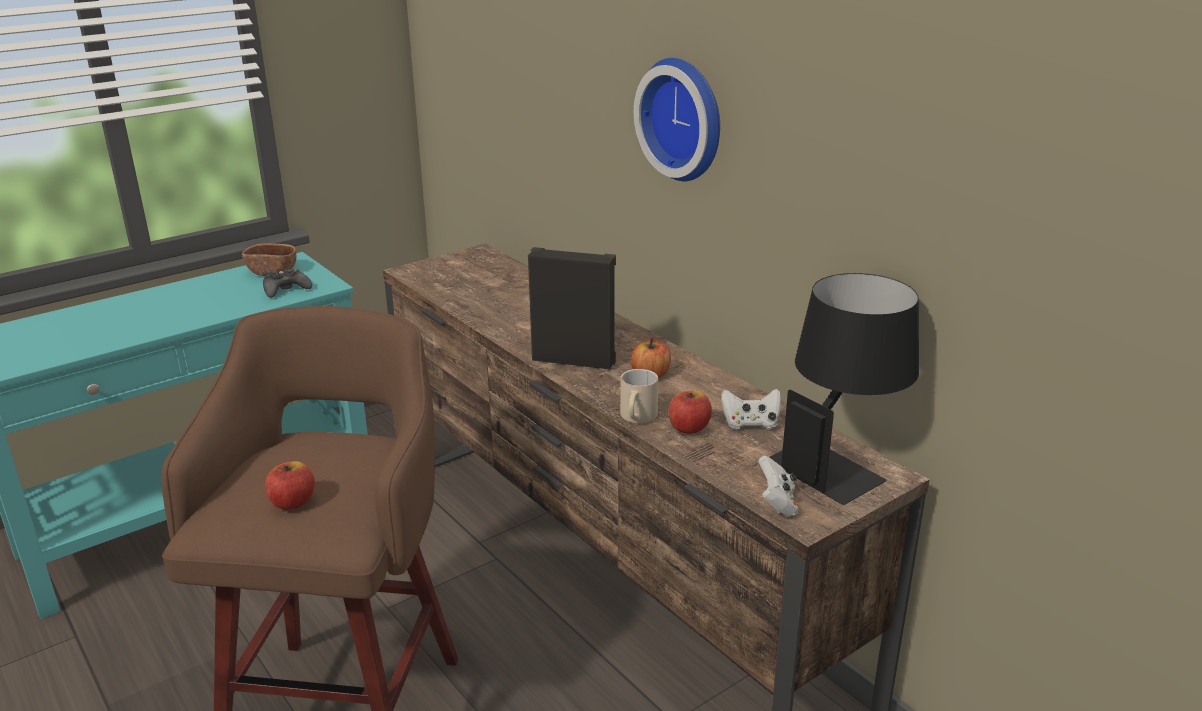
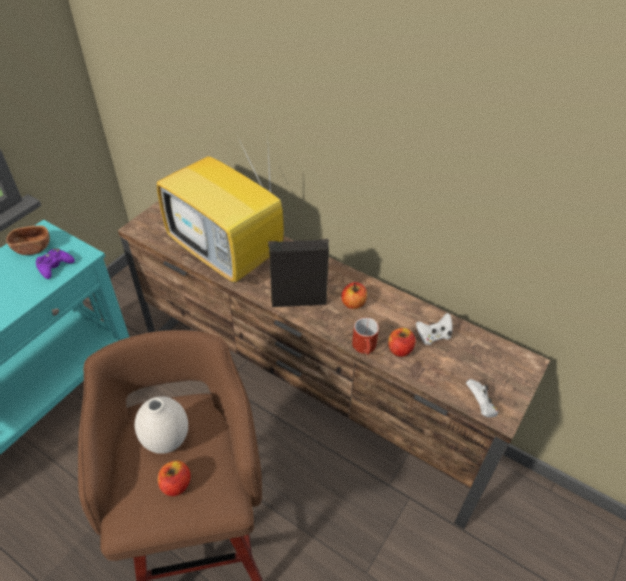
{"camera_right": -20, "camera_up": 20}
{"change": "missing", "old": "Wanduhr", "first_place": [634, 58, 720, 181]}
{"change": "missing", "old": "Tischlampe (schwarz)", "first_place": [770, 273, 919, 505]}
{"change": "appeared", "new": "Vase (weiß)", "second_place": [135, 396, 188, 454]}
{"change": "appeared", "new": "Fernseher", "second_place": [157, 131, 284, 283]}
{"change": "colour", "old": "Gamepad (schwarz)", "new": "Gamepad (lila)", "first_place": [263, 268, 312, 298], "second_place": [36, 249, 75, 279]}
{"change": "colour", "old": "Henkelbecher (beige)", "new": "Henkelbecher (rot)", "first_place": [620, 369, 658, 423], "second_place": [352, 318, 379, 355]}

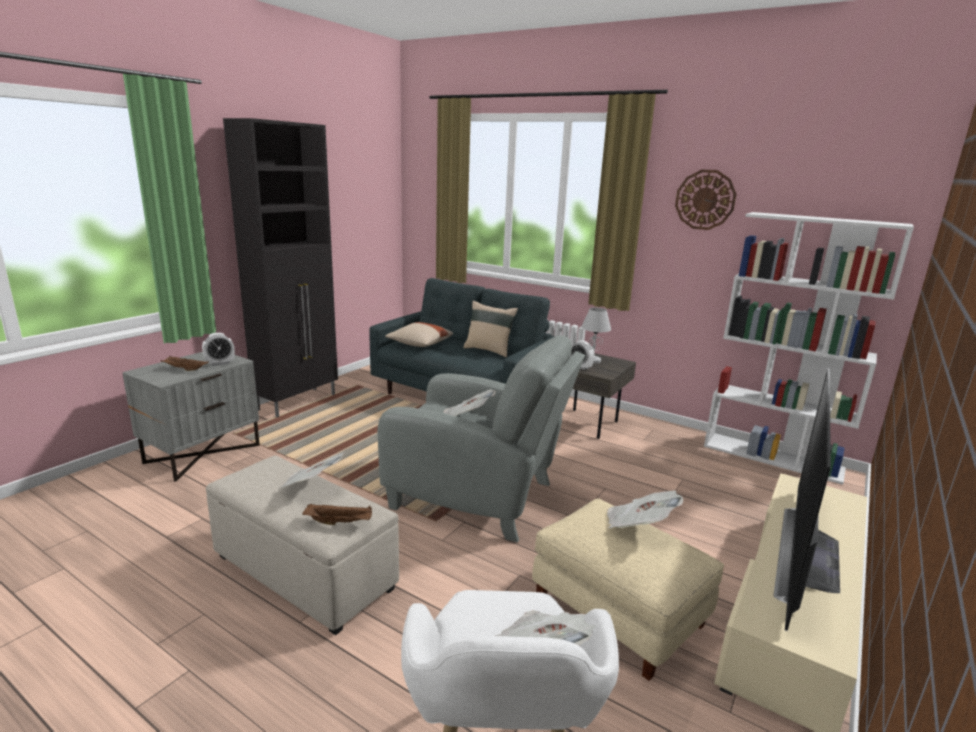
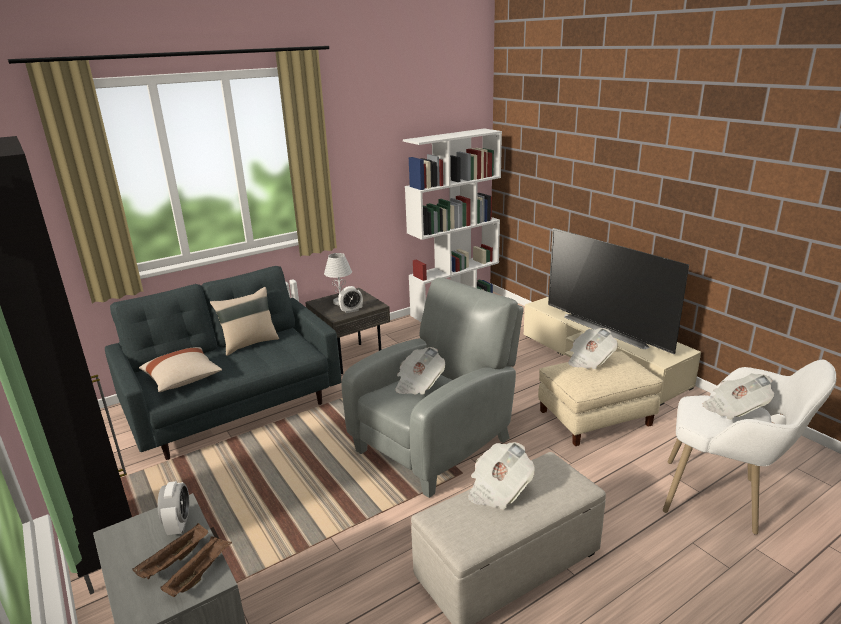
{"camera_right": -65, "camera_up": 5}
{"change": "missing", "old": "Wanduhr", "first_place": [675, 170, 737, 230]}
{"change": "relocated", "old": "Tablett (braun)", "first_place": [302, 503, 372, 525], "second_place": [161, 536, 232, 597]}

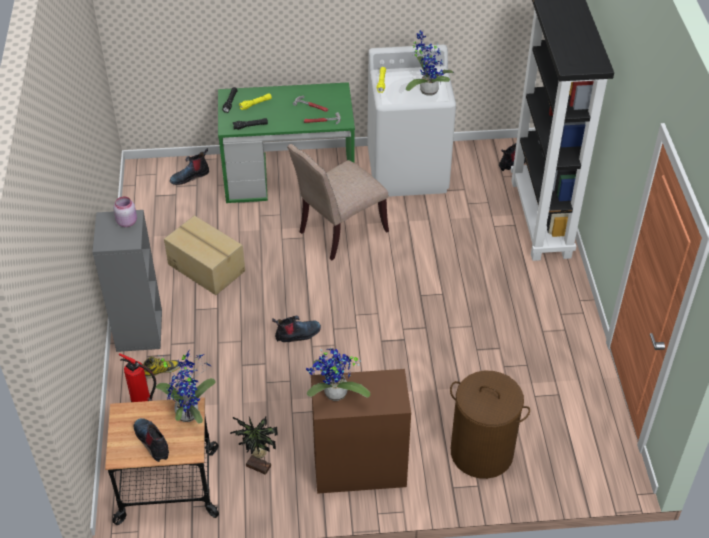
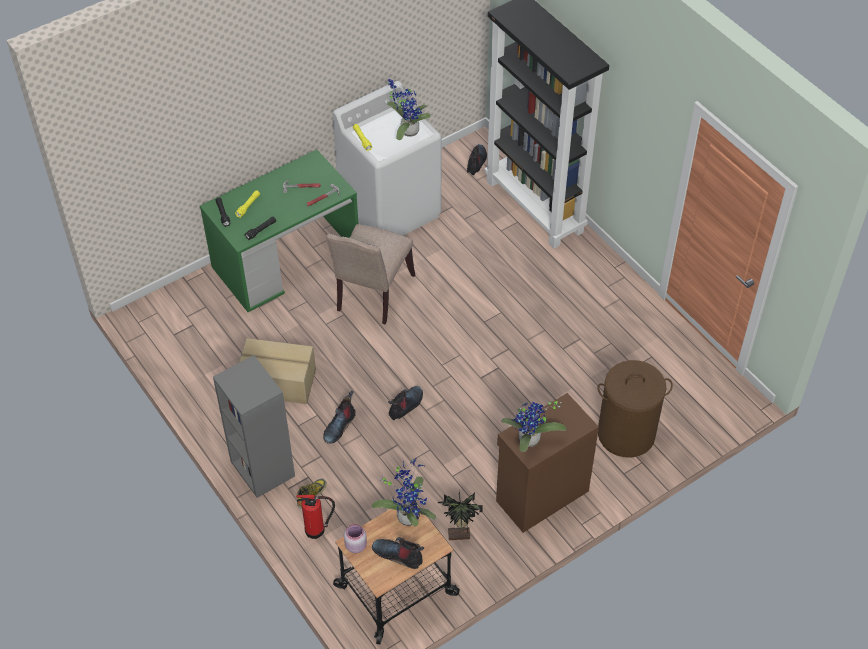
{"camera_right": -30, "camera_up": 5}
{"change": "relocated", "old": "Vorratsglas (rosa)", "first_place": [113, 196, 137, 227], "second_place": [344, 524, 367, 553]}
{"change": "relocated", "old": "Stiefel", "first_place": [170, 148, 209, 185], "second_place": [323, 390, 356, 444]}

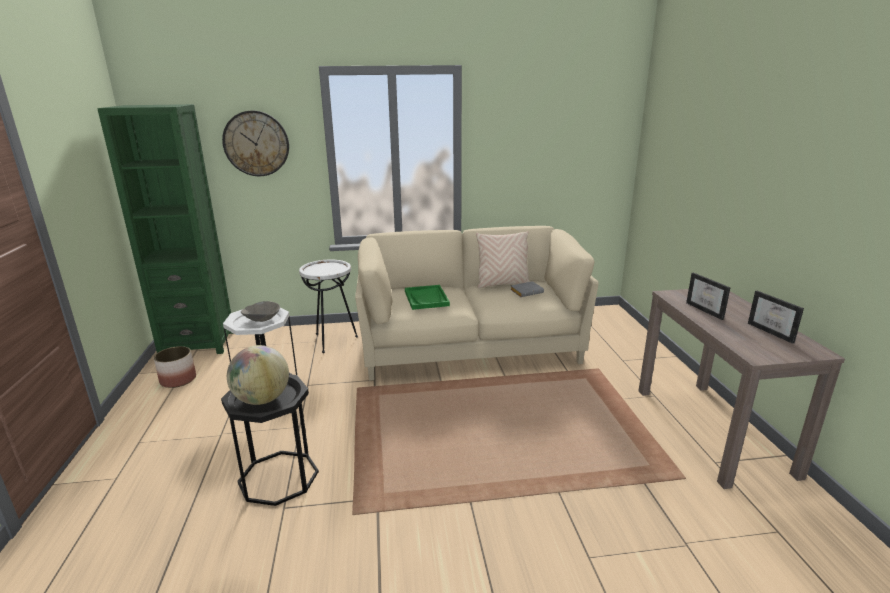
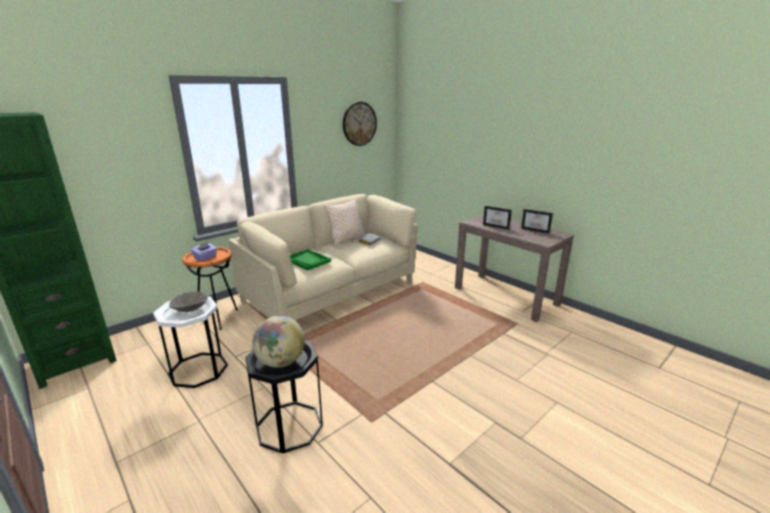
{"camera_right": -35, "camera_up": 0}
{"change": "missing", "old": "Pflanzkübel", "first_place": [154, 346, 196, 388]}
{"change": "appeared", "new": "Taschentuchbox (lila)", "second_place": [191, 242, 217, 261]}
{"change": "relocated", "old": "Wanduhr", "first_place": [222, 110, 289, 176], "second_place": [343, 102, 377, 146]}
{"change": "colour", "old": "Beistelltisch (weiß)", "new": "Beistelltisch (orange)", "first_place": [299, 260, 358, 353], "second_place": [182, 247, 238, 330]}

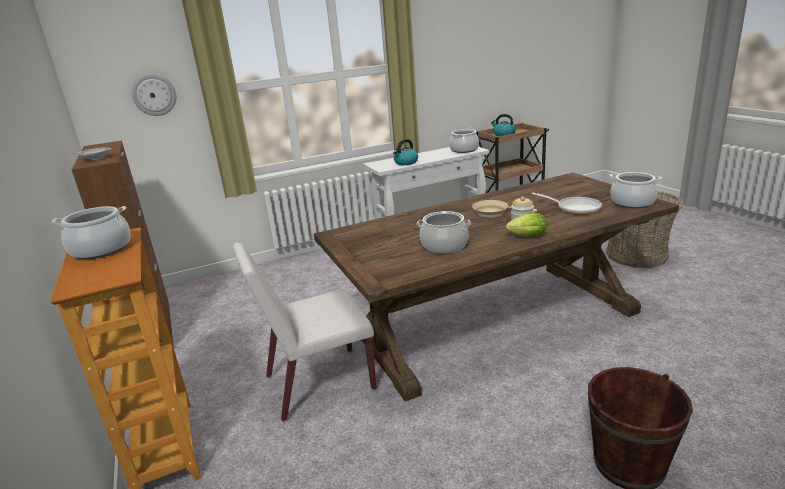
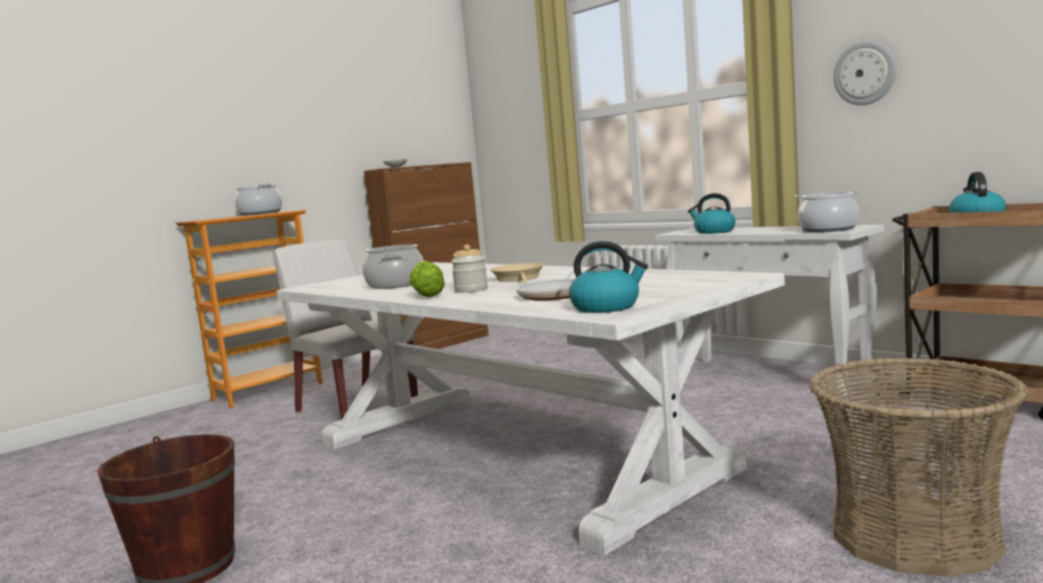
{"camera_right": 70, "camera_up": -15}
{"change": "relocated", "old": "Wanduhr", "first_place": [132, 74, 177, 116], "second_place": [833, 41, 896, 105]}
{"change": "exchanged", "old": "Kochtopf", "new": "Wasserkessel", "first_place": [610, 172, 662, 208], "second_place": [569, 241, 648, 313]}
{"change": "colour", "old": "Esstisch (braun)", "new": "Esstisch (weiß)", "first_place": [314, 173, 679, 402], "second_place": [277, 262, 785, 555]}

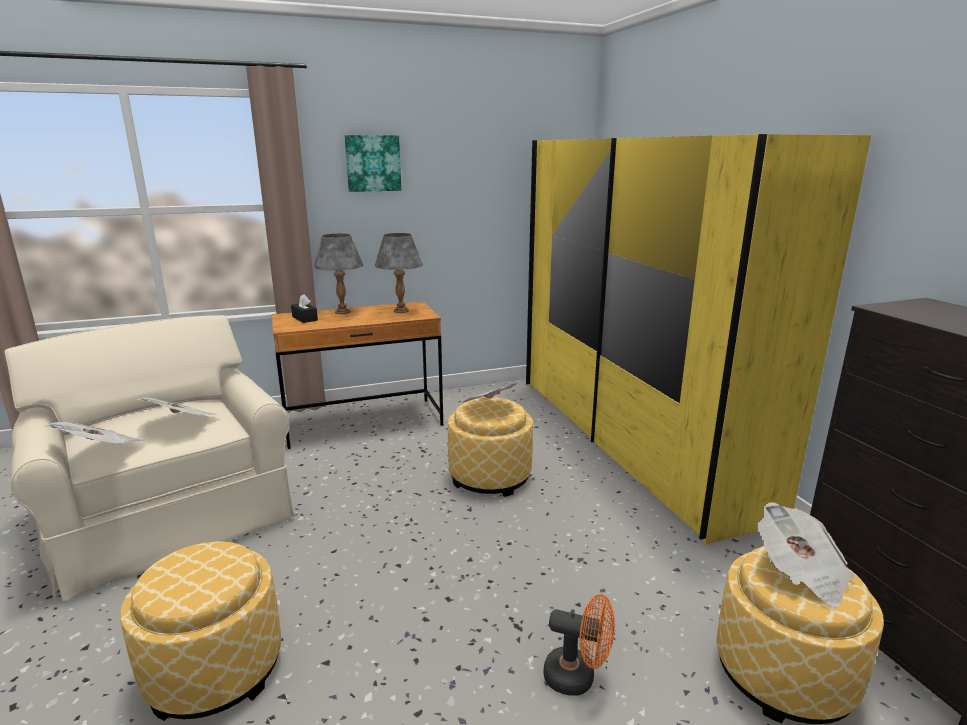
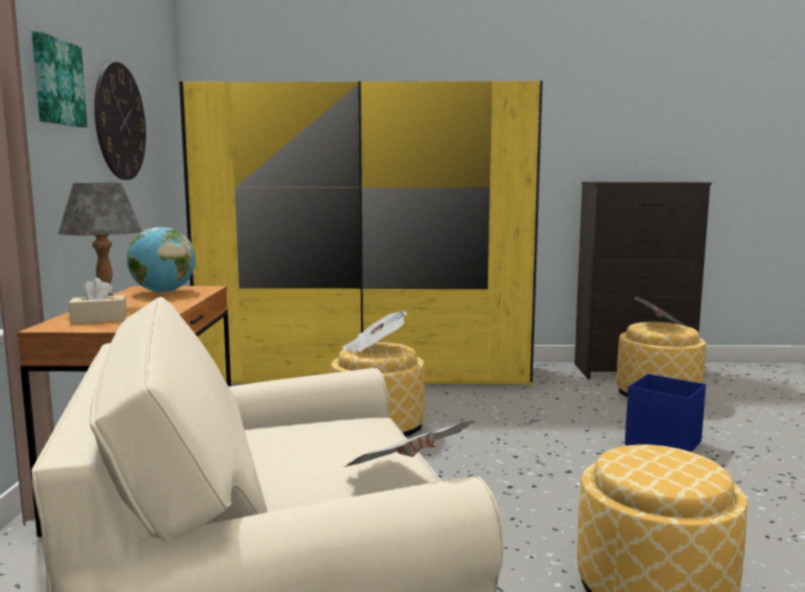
{"camera_right": -70, "camera_up": -10}
{"change": "missing", "old": "Zeitung", "first_place": [136, 397, 217, 416]}
{"change": "appeared", "new": "Wanduhr", "second_place": [94, 62, 146, 180]}
{"change": "exchanged", "old": "Tischlampe (grau)", "new": "Globus", "first_place": [375, 233, 423, 313], "second_place": [127, 227, 195, 293]}
{"change": "exchanged", "old": "Ventilator (orange)", "new": "Aufbewahrungsbox (blau)", "first_place": [543, 594, 615, 695], "second_place": [625, 374, 706, 452]}
{"change": "colour", "old": "Taschentuchbox (schwarz)", "new": "Taschentuchbox (beige)", "first_place": [291, 294, 318, 323], "second_place": [69, 278, 127, 324]}

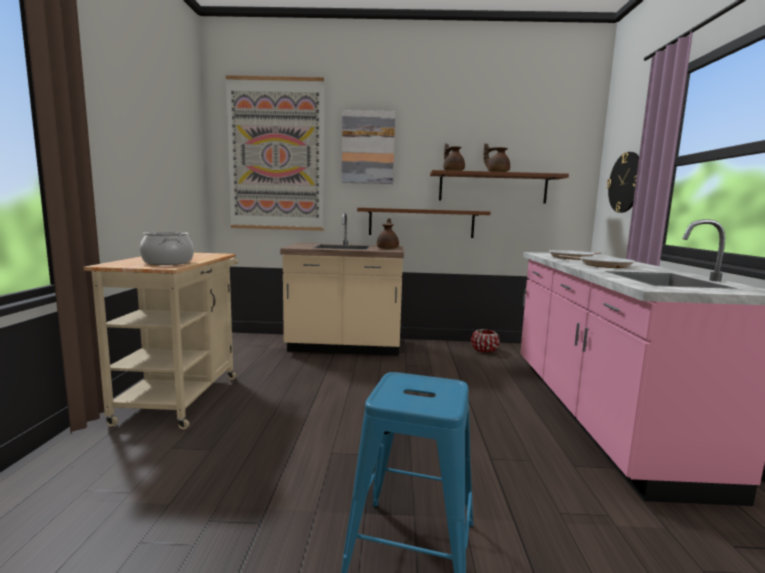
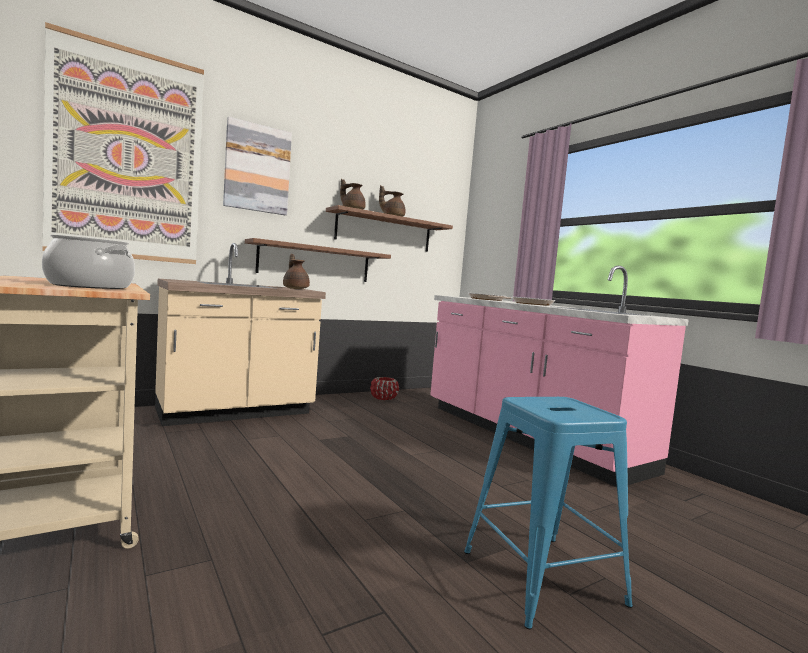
{"camera_right": -35, "camera_up": -5}
{"change": "missing", "old": "Wanduhr", "first_place": [607, 152, 639, 213]}

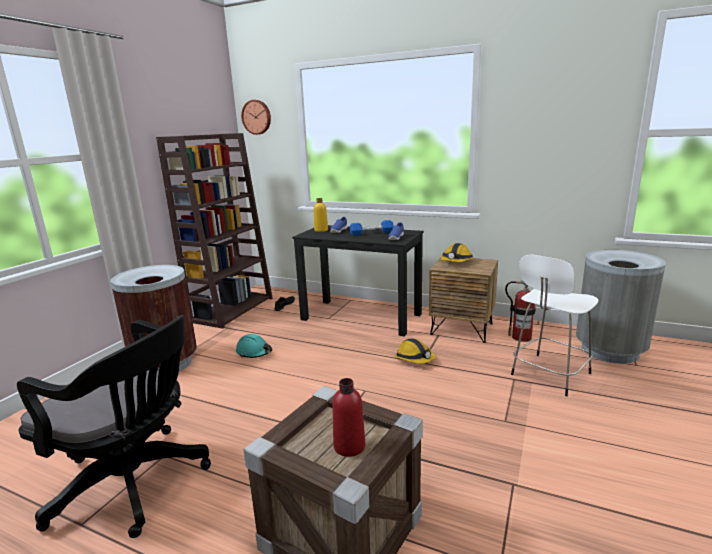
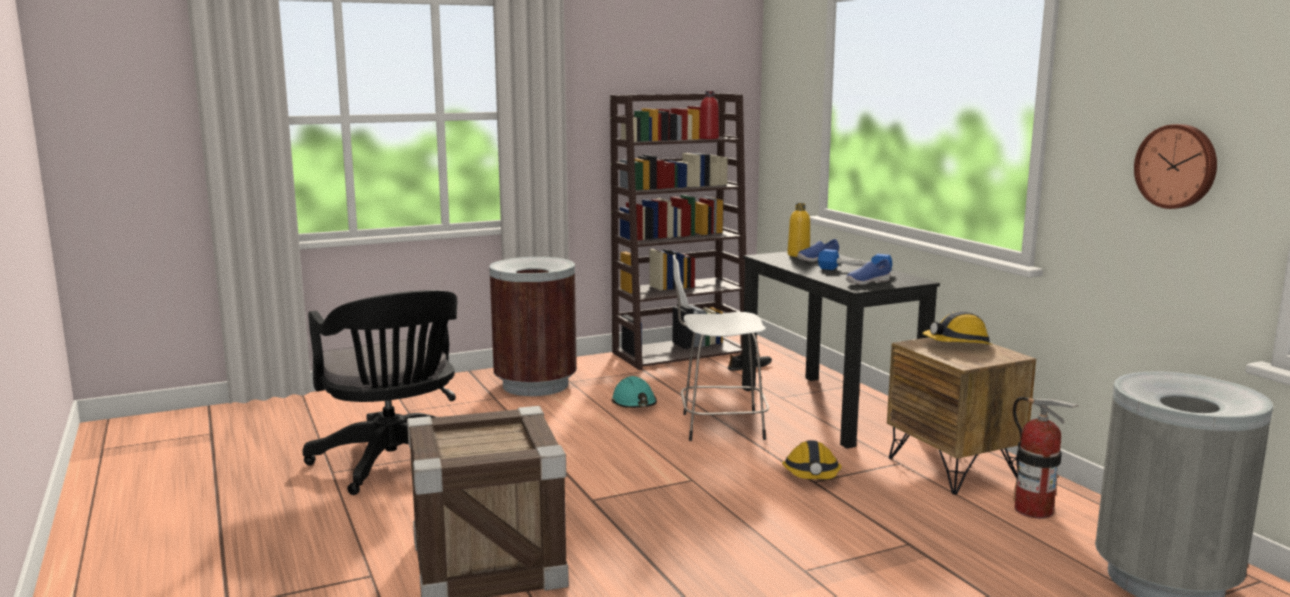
{"camera_right": 40, "camera_up": -5}
{"change": "relocated", "old": "Wanduhr", "first_place": [241, 100, 271, 135], "second_place": [1134, 124, 1217, 209]}
{"change": "relocated", "old": "Flasche (rot)", "first_place": [332, 378, 365, 457], "second_place": [700, 91, 719, 139]}
{"change": "relocated", "old": "Hocker (weiß)", "first_place": [511, 255, 599, 396], "second_place": [673, 254, 769, 441]}

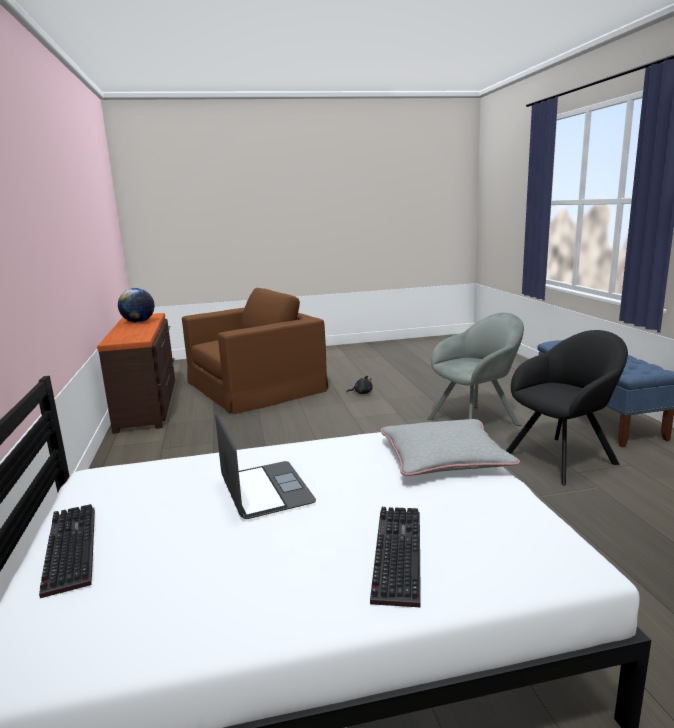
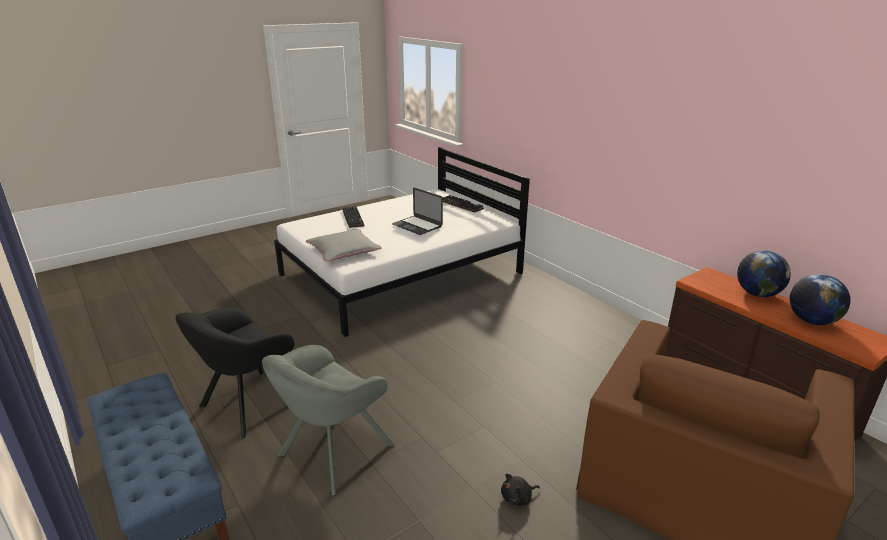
{"camera_right": 155, "camera_up": 10}
{"change": "appeared", "new": "Globus", "second_place": [737, 250, 791, 297]}

